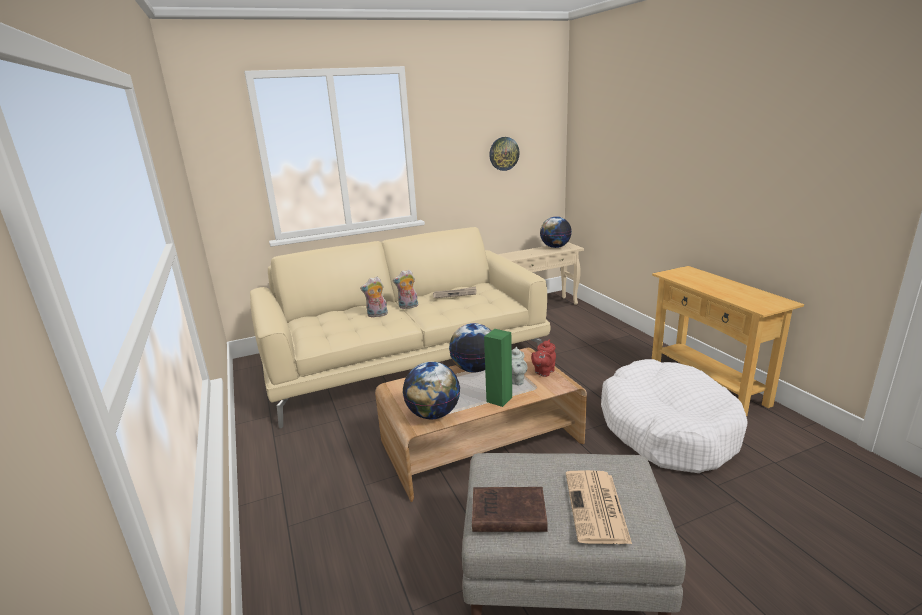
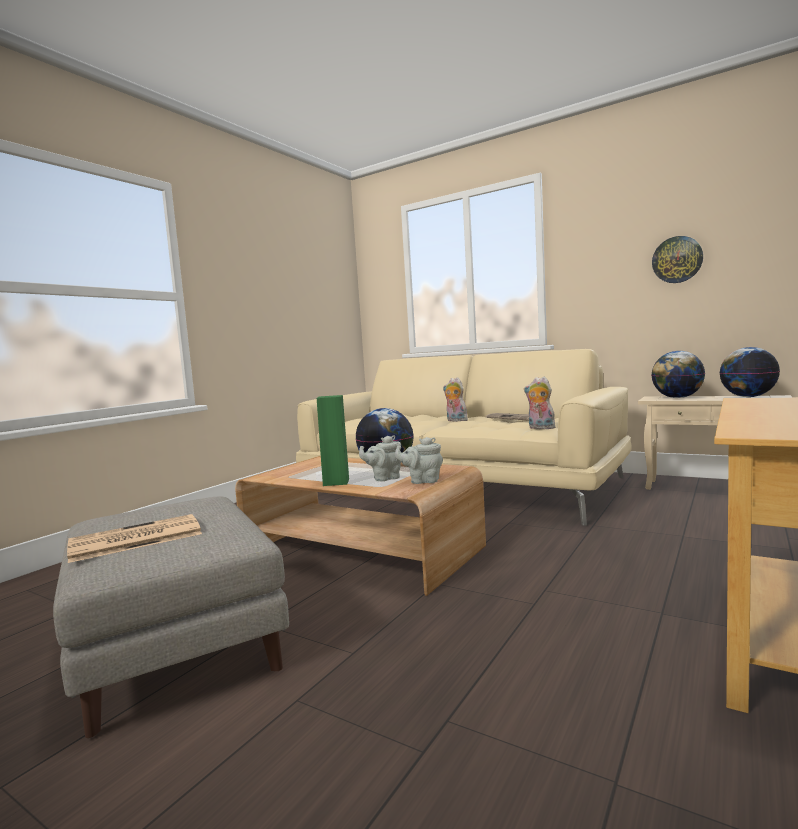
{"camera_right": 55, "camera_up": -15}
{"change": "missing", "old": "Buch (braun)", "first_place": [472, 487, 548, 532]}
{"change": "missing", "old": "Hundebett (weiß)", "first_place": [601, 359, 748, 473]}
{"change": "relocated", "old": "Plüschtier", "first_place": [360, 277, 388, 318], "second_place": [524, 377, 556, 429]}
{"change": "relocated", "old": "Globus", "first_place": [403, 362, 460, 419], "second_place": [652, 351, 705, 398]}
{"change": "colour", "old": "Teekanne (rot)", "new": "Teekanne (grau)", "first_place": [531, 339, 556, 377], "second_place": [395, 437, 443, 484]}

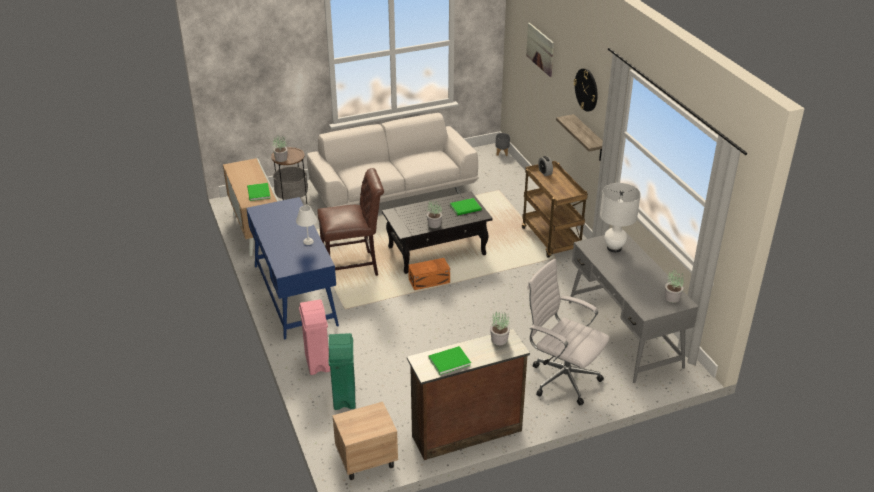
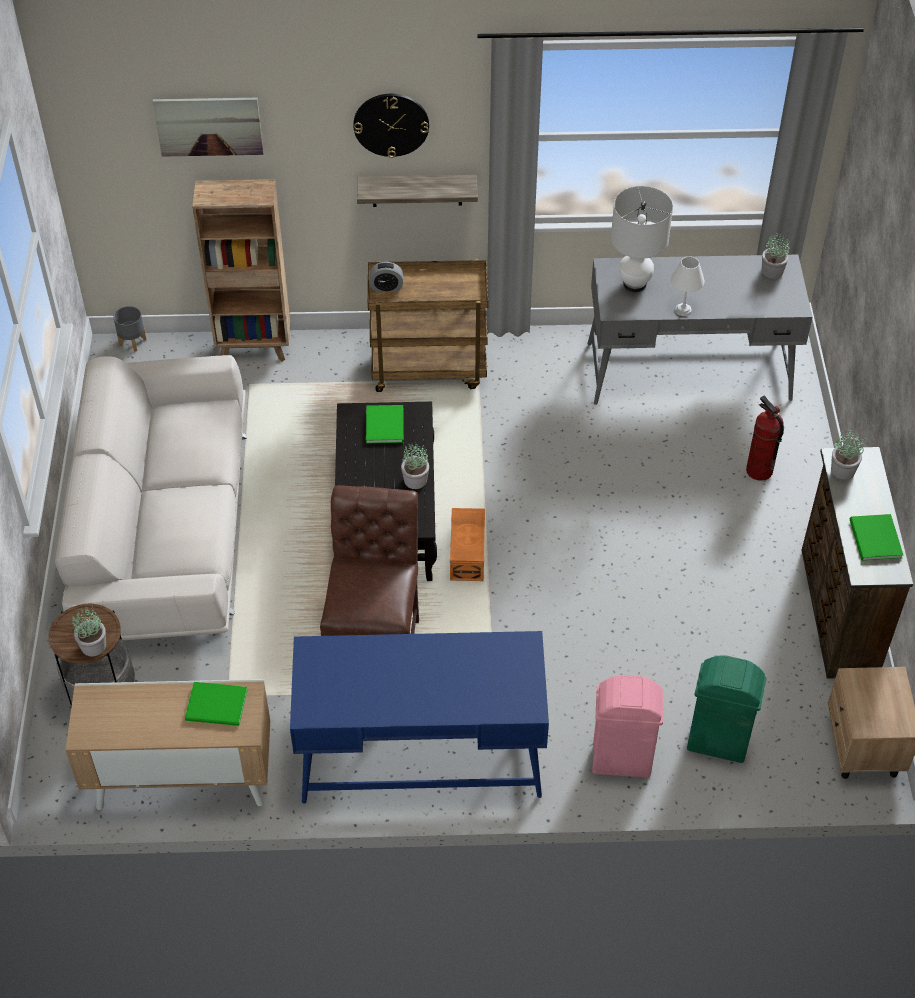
{"camera_right": -70, "camera_up": 15}
{"change": "appeared", "new": "Bücherregal (braun)", "second_place": [192, 179, 290, 362]}
{"change": "relocated", "old": "Tischlampe (weiß)", "first_place": [296, 205, 317, 245], "second_place": [671, 257, 705, 316]}
{"change": "exchanged", "old": "Bürostuhl (weiß)", "new": "Feuerlöscher", "first_place": [527, 259, 610, 405], "second_place": [746, 396, 784, 481]}

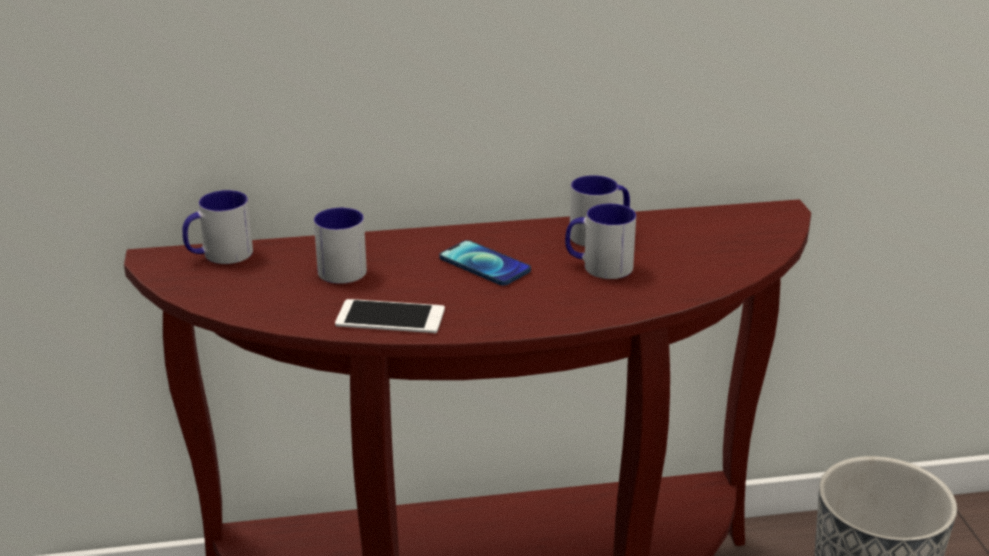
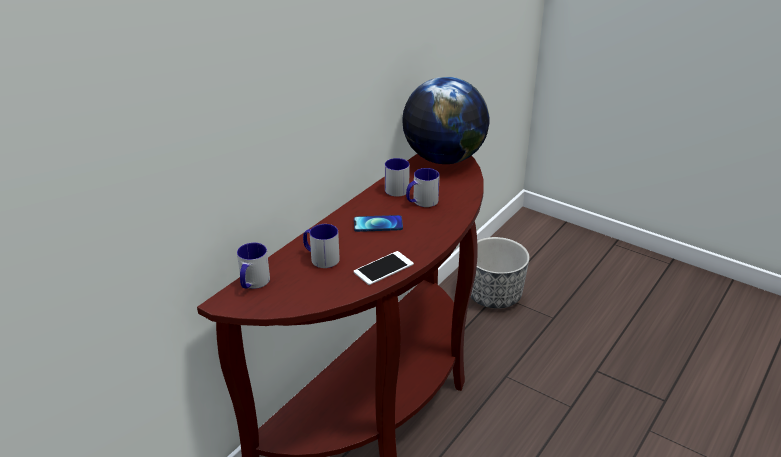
{"camera_right": -45, "camera_up": 5}
{"change": "appeared", "new": "Globus", "second_place": [402, 76, 490, 164]}

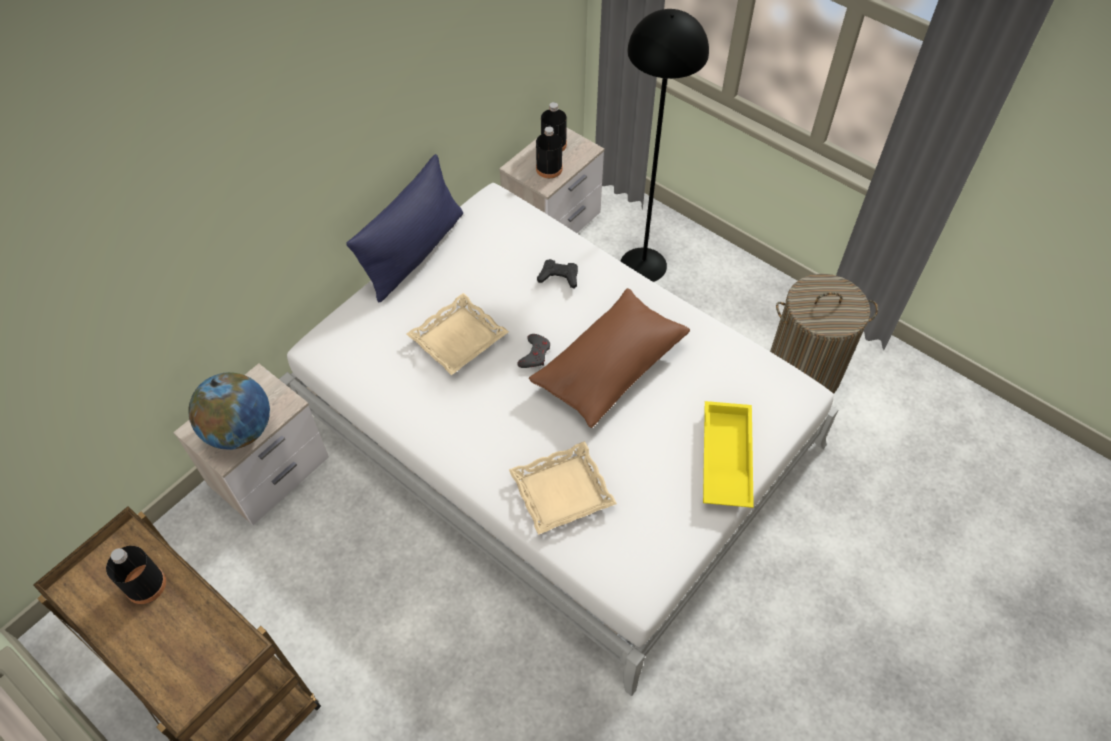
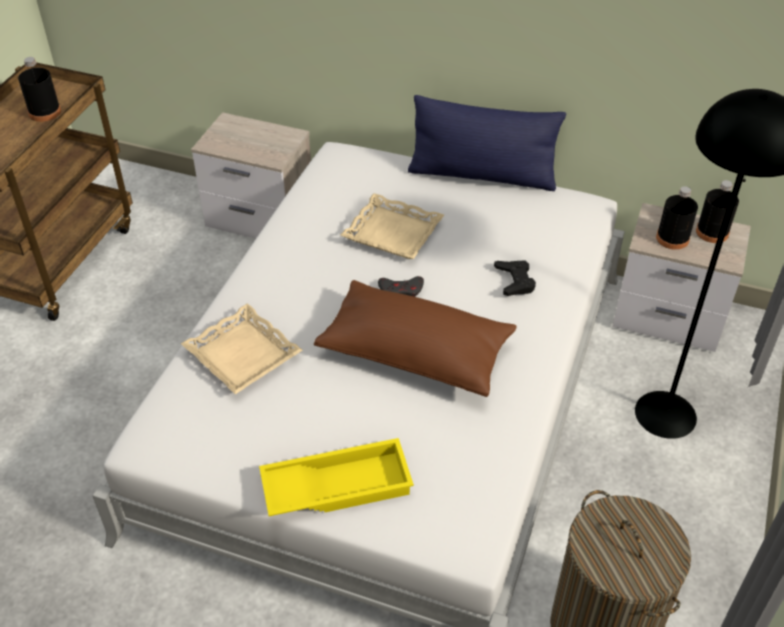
{"camera_right": 70, "camera_up": -10}
{"change": "missing", "old": "Globus", "first_place": [188, 372, 270, 450]}

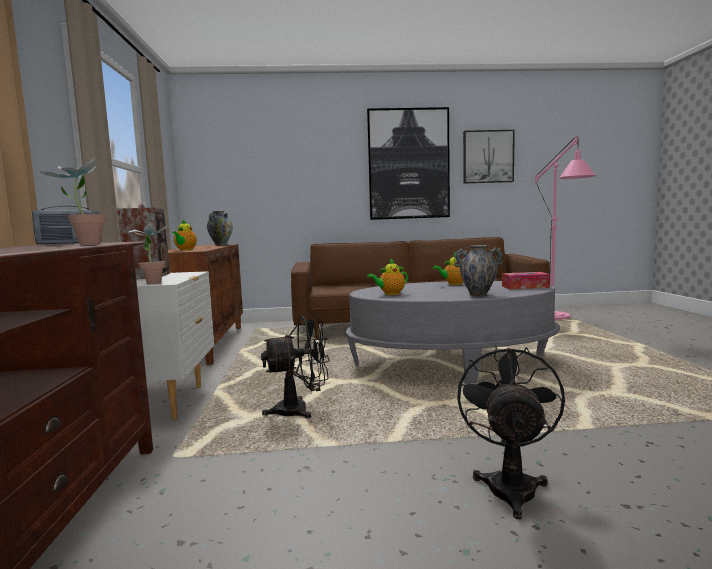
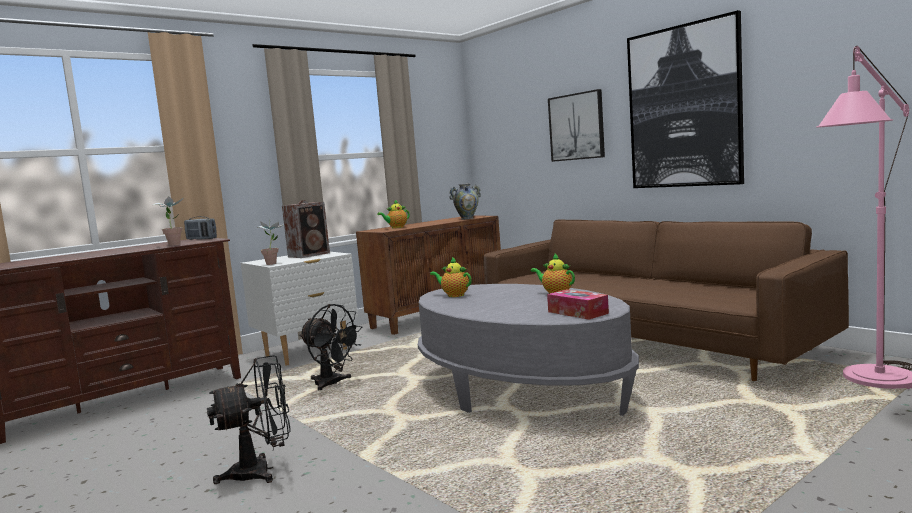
{"camera_right": 55, "camera_up": 0}
{"change": "missing", "old": "Vase", "first_place": [454, 245, 503, 297]}
{"change": "relocated", "old": "Bild", "first_place": [463, 130, 515, 183], "second_place": [548, 89, 605, 162]}

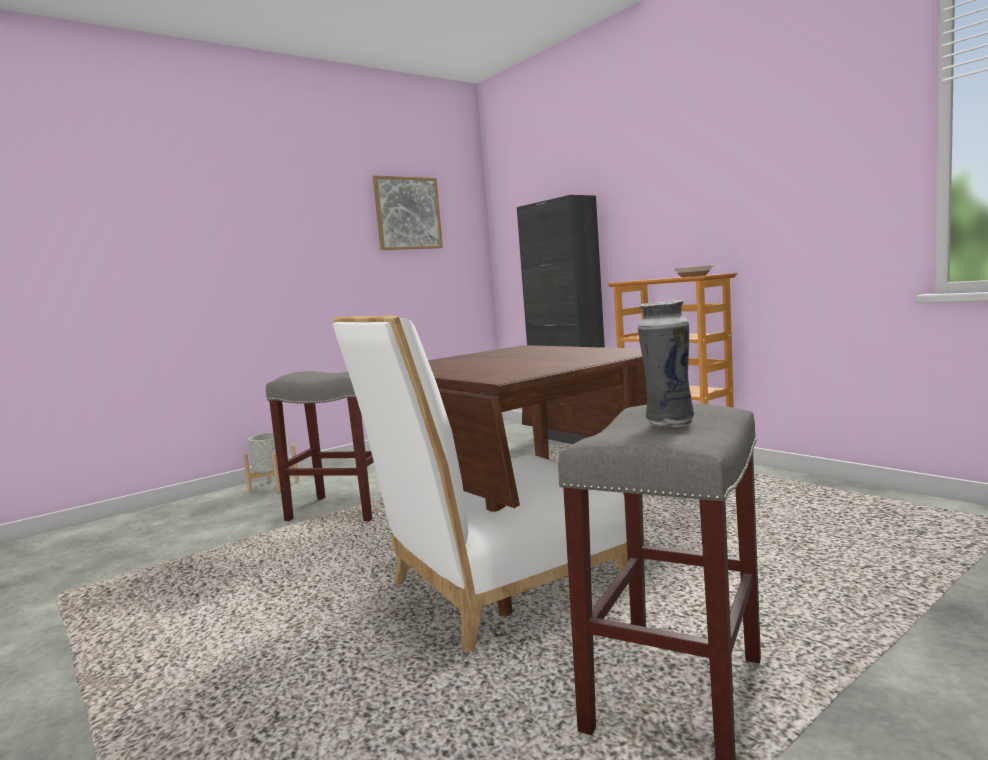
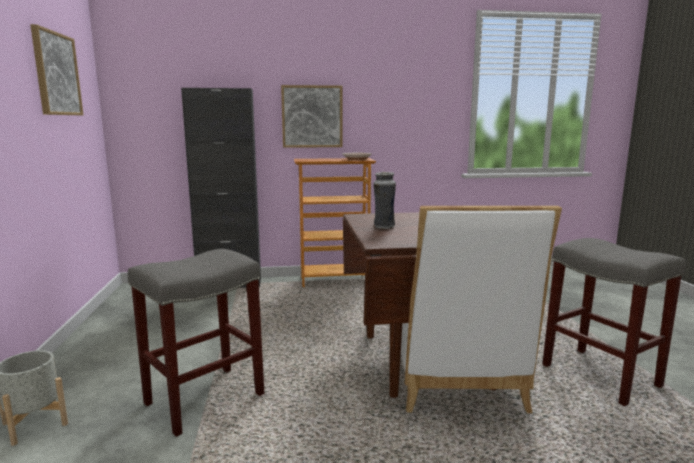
{"camera_right": -60, "camera_up": 5}
{"change": "appeared", "new": "Bild", "second_place": [281, 85, 343, 148]}
{"change": "relocated", "old": "Vase", "first_place": [638, 300, 694, 427], "second_place": [373, 172, 396, 229]}

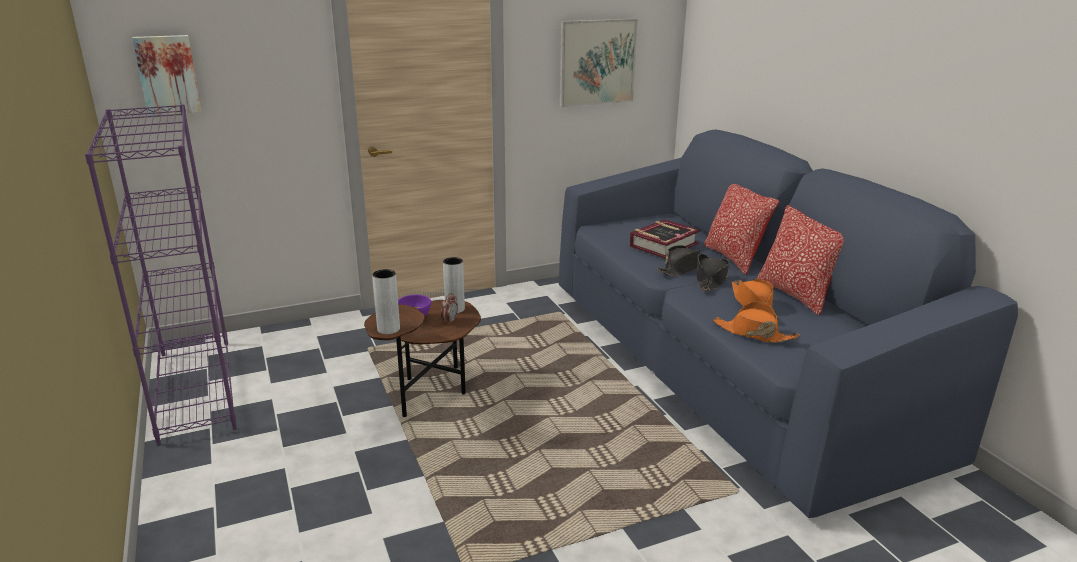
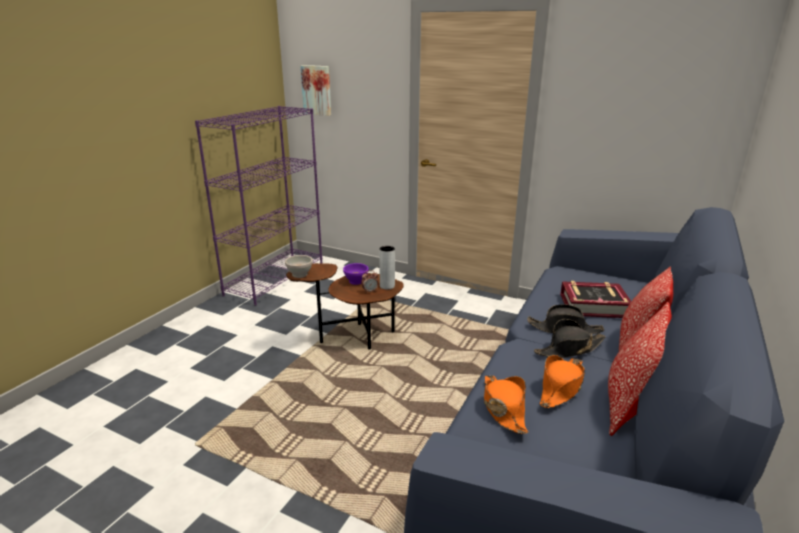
{"camera_right": 50, "camera_up": 0}
{"change": "missing", "old": "Bild", "first_place": [560, 19, 638, 107]}
{"change": "exchanged", "old": "Vase (grau)", "new": "Schüssel (weiß)", "first_place": [372, 269, 400, 334], "second_place": [285, 255, 313, 278]}

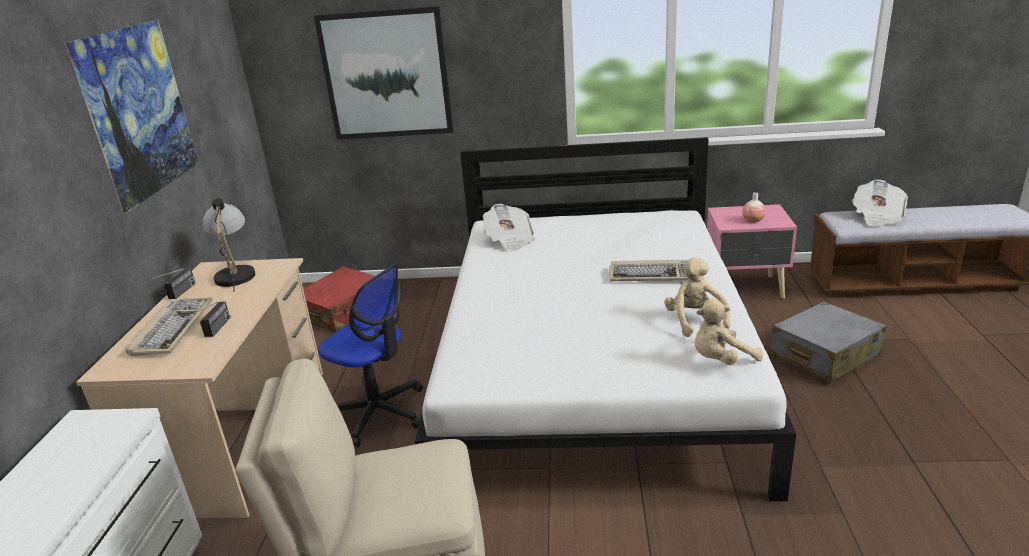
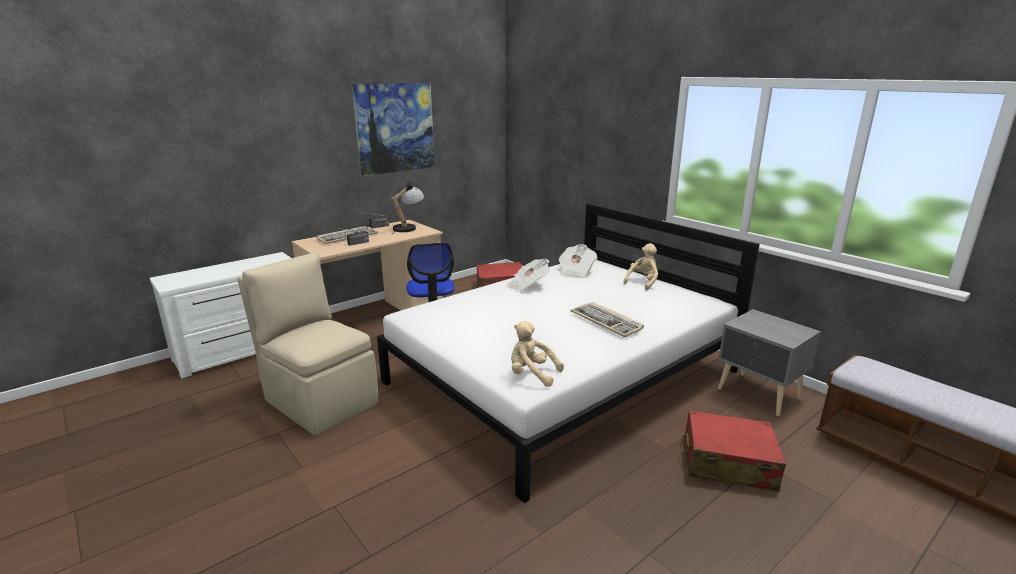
{"camera_right": 45, "camera_up": -5}
{"change": "missing", "old": "Bild", "first_place": [314, 6, 454, 140]}
{"change": "missing", "old": "Vase", "first_place": [742, 192, 766, 223]}
{"change": "relocated", "old": "Plüschtier (beige)", "first_place": [664, 257, 731, 337], "second_place": [623, 243, 658, 291]}
{"change": "relocated", "old": "Zeitung", "first_place": [852, 180, 908, 227], "second_place": [506, 259, 550, 291]}
{"change": "colour", "old": "Nachttisch (rosa)", "new": "Nachttisch (grau)", "first_place": [707, 204, 797, 299], "second_place": [718, 309, 821, 416]}
{"change": "colour", "old": "Koffer (grau)", "new": "Koffer (rot)", "first_place": [769, 301, 887, 383], "second_place": [680, 410, 786, 491]}

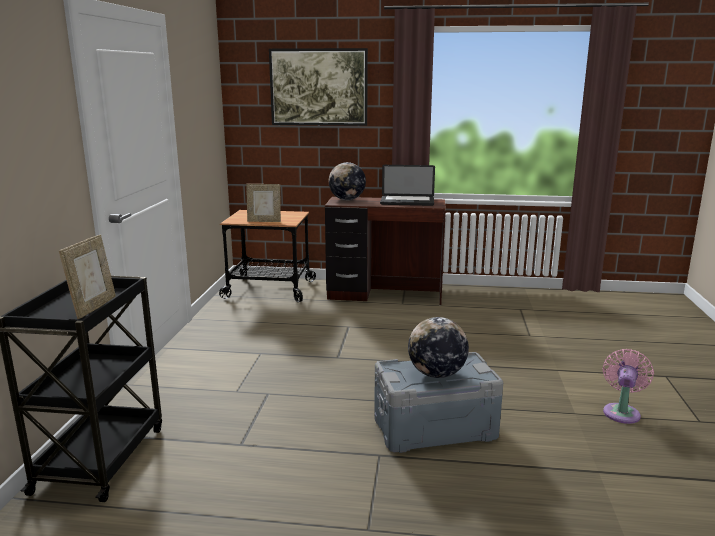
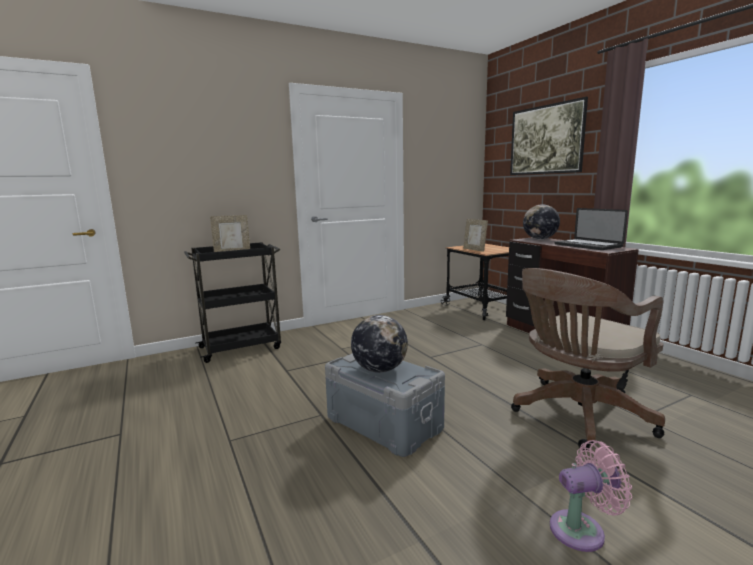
{"camera_right": 55, "camera_up": -5}
{"change": "appeared", "new": "Bürostuhl (braun)", "second_place": [511, 268, 665, 450]}

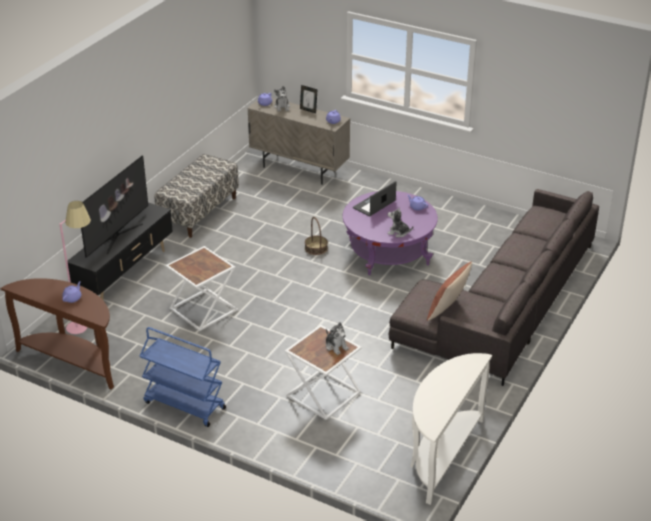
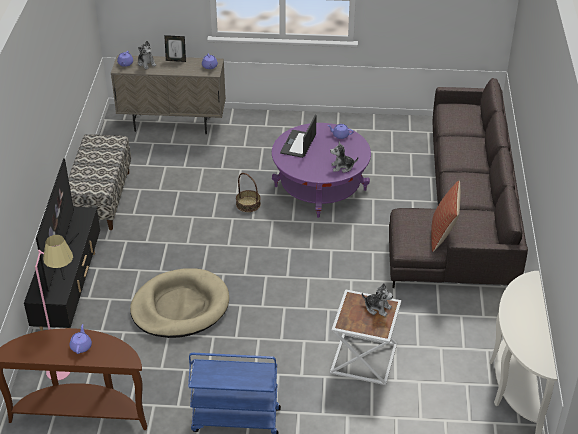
{"camera_right": -25, "camera_up": 5}
{"change": "exchanged", "old": "Beistelltisch (weiß)", "new": "Hundebett (beige)", "first_place": [165, 246, 238, 331], "second_place": [130, 268, 229, 338]}

